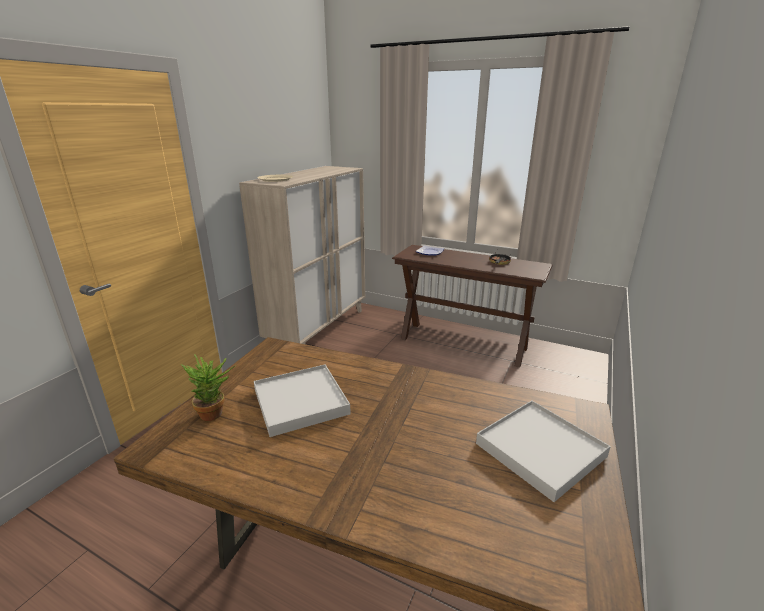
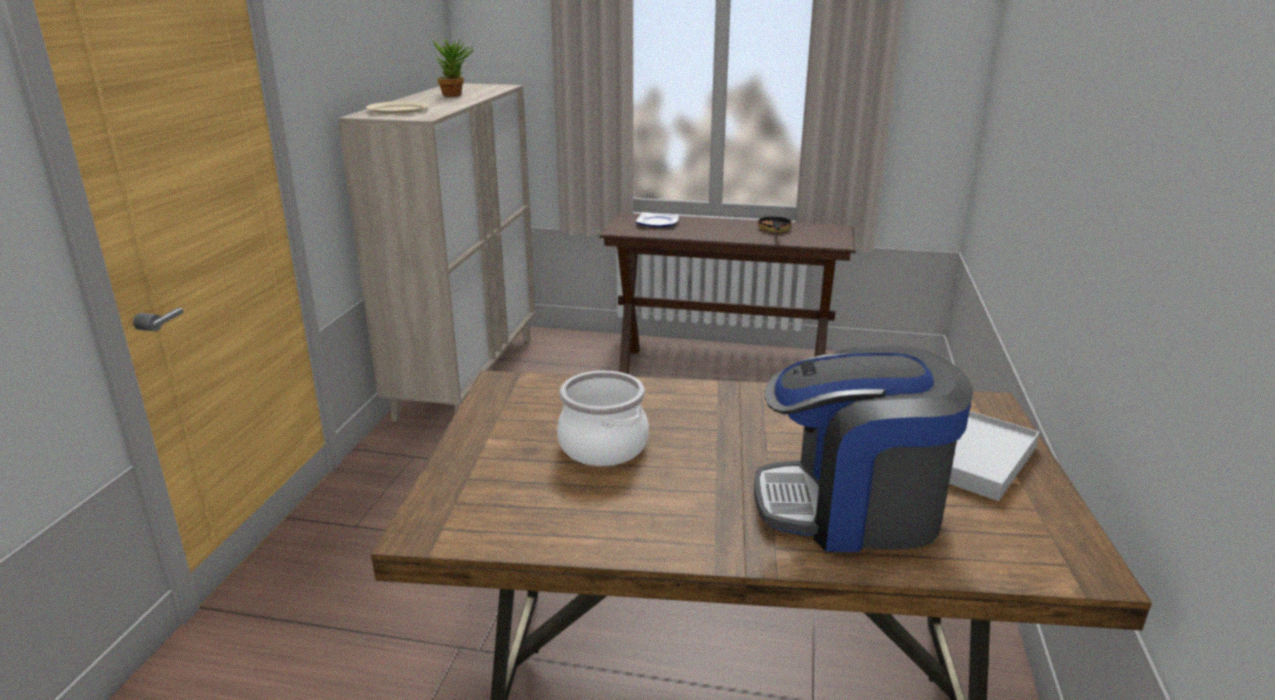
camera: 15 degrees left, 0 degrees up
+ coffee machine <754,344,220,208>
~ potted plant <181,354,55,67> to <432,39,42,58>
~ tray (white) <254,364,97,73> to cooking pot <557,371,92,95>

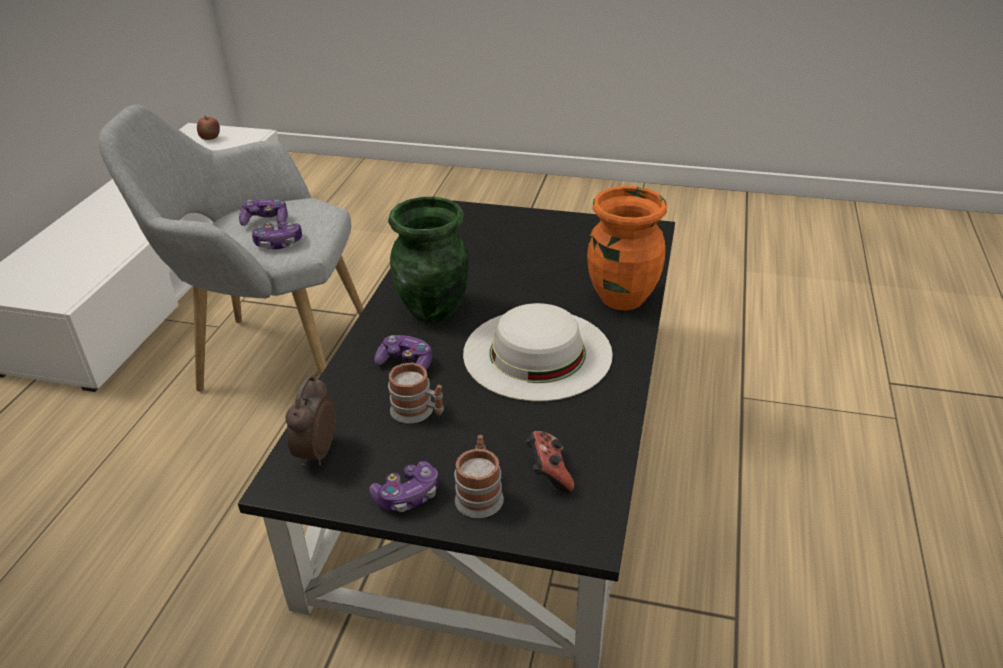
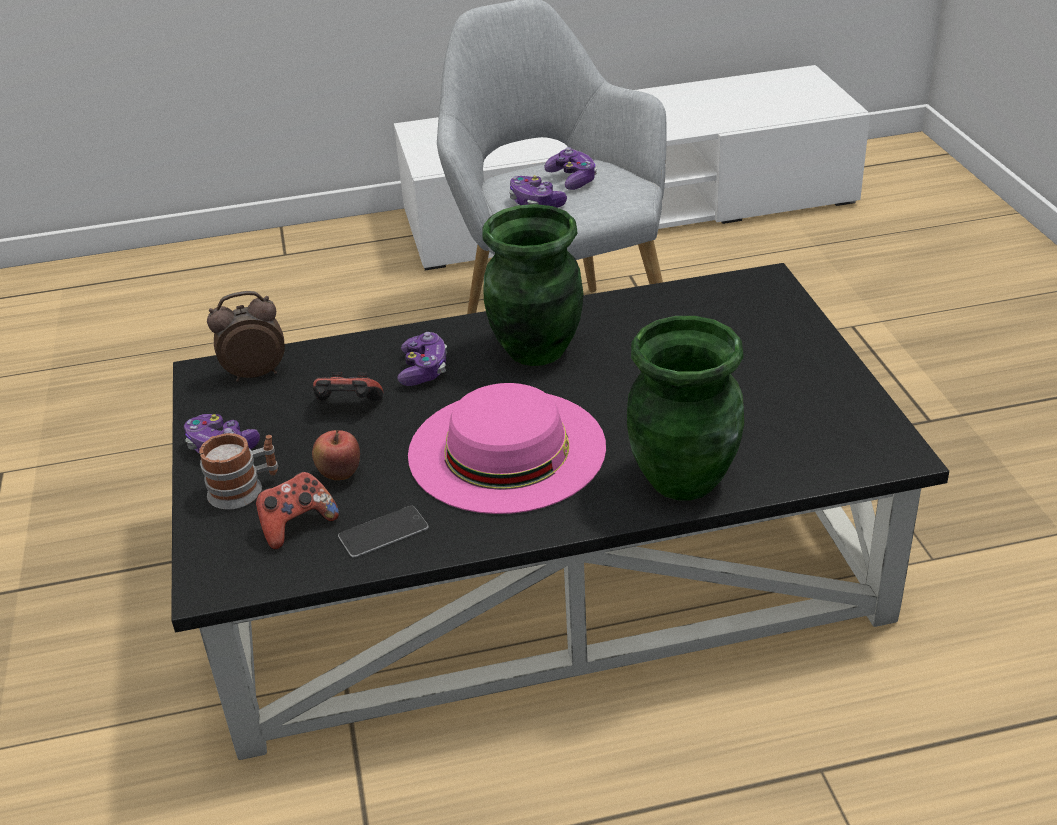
camera: 65 degrees right, 0 degrees up
+ phone <338,506,91,52>
~ apple <197,116,23,24> to <312,430,48,50>
~ mug <388,362,56,62> to game controller <313,372,70,29>
~ hat (white) <463,303,150,98> to hat (pink) <408,383,198,131>
~ vase (orange) <587,186,80,124> to vase (green) <627,316,117,184>

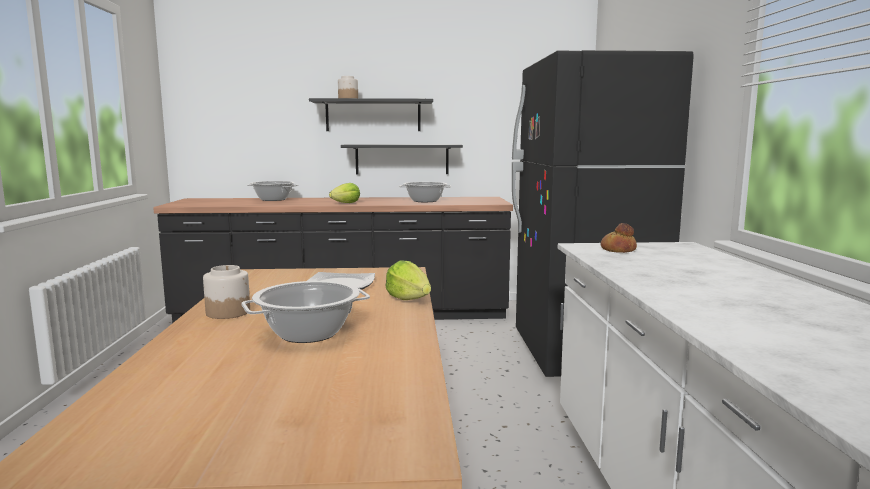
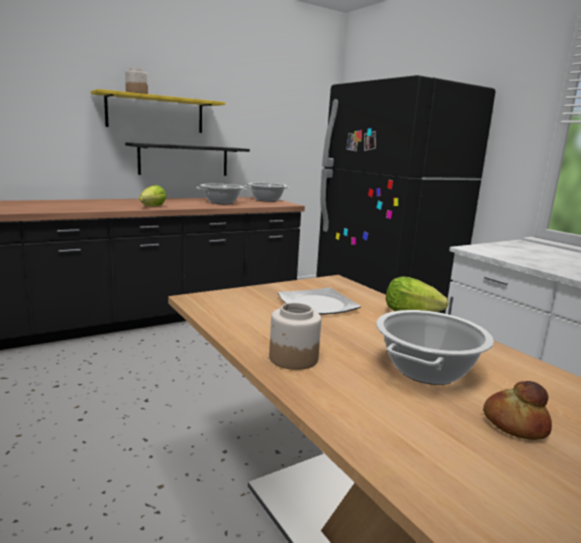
camera: 30 degrees left, 5 degrees up
~ cooking pot <247,181,52,20> to <244,183,47,19>
~ bread <601,223,36,30> to <483,381,69,59>
~ shelf (black) <309,98,124,33> to shelf (yellow) <91,89,134,44>

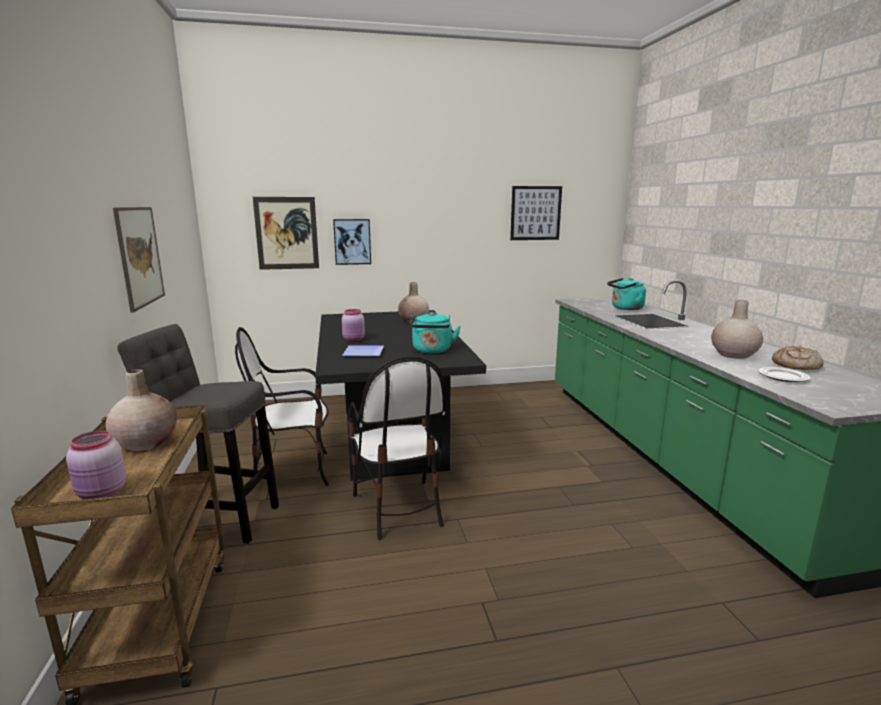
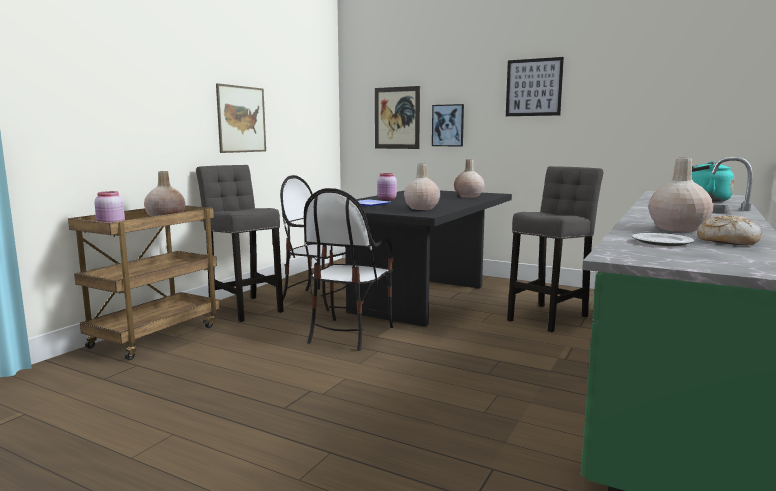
camera: 40 degrees right, 5 degrees down
+ stool (grey) <507,166,96,166>
~ picture <510,186,52,54> to <506,57,58,59>
~ kettle (turquoise) <410,312,51,41> to vase (beige) <404,163,36,47>

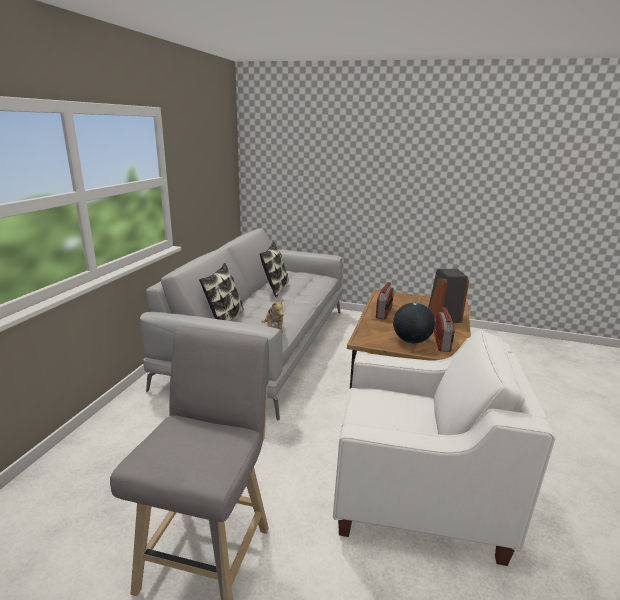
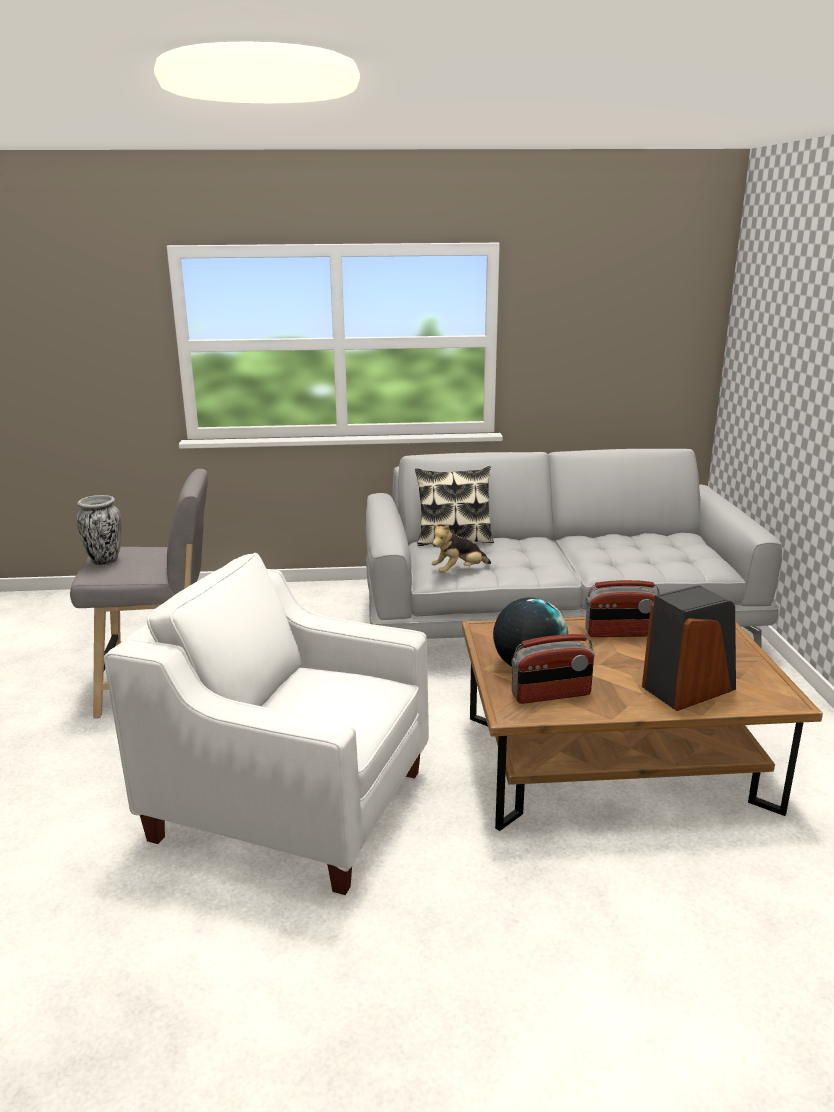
camera: 70 degrees right, 0 degrees up
- pillow <260,242,29,55>
+ vase <76,495,45,70>
~ armchair (white) <333,329,222,237> = <104,553,325,342> 120 degrees clockwise

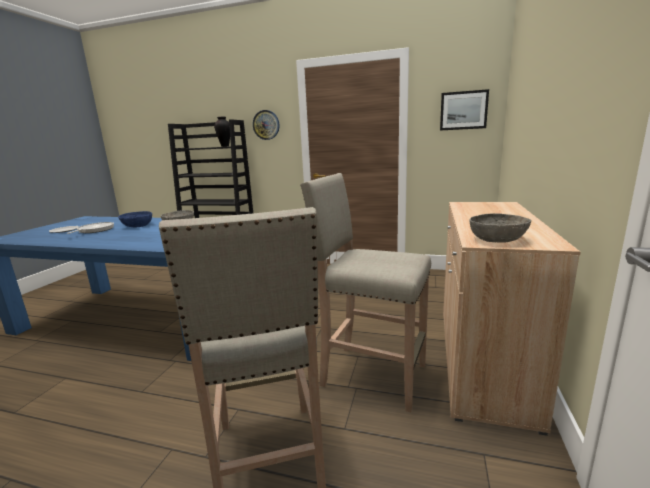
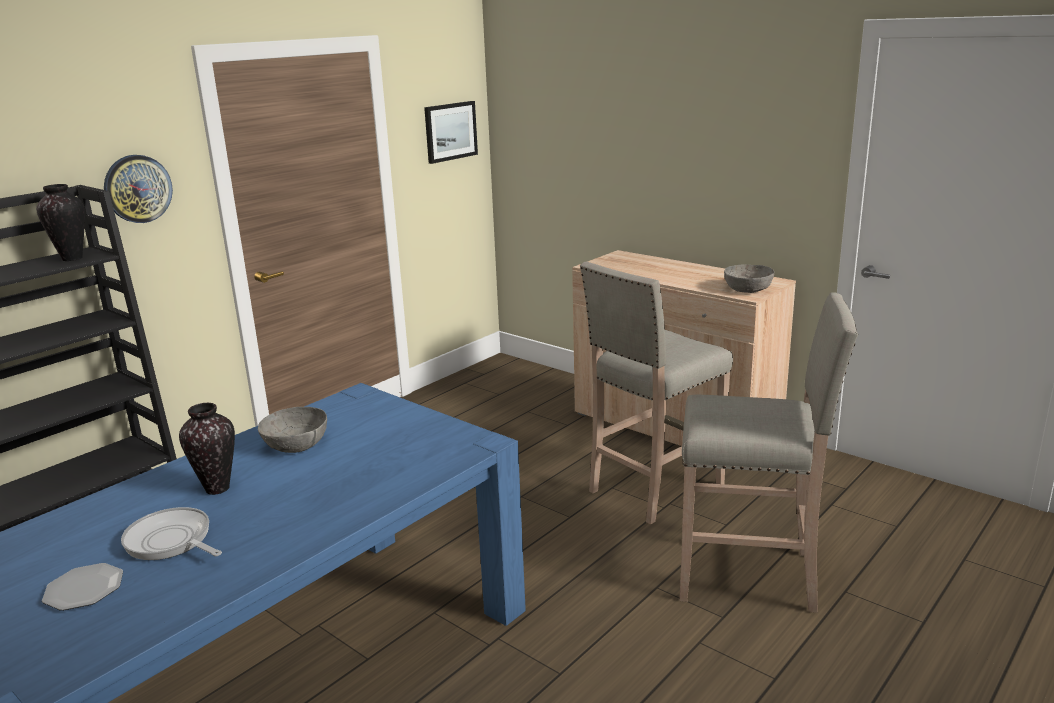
camera: 65 degrees left, 5 degrees up
~ bowl (blue) <118,211,34,17> to vase <179,403,56,92>

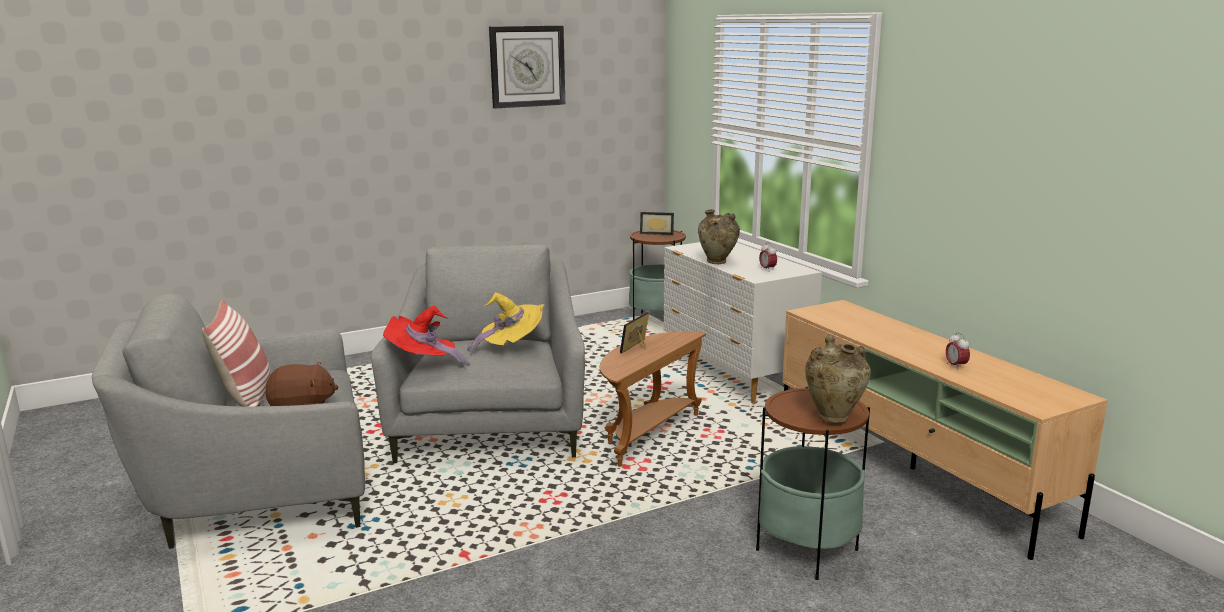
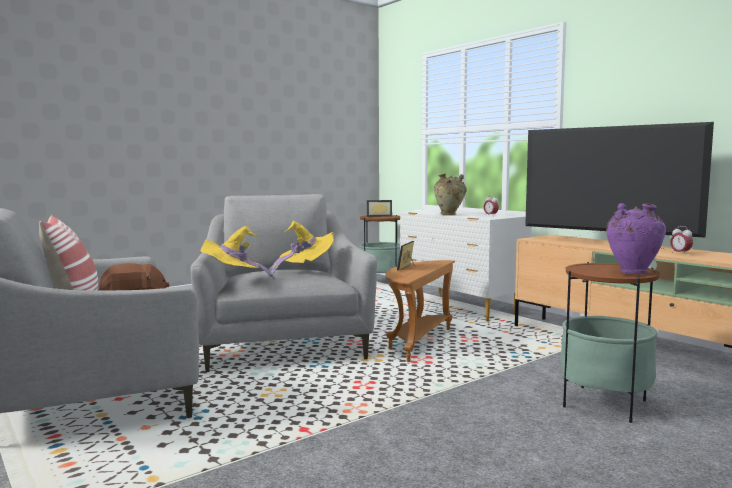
camera: 10 degrees left, 10 degrees down
- wall clock <489,26,76,82>
+ television <525,122,189,127>
~ hat (red) <383,305,87,64> to hat (yellow) <200,226,76,54>
~ vase (beige) <805,334,66,89> to vase (purple) <606,203,60,71>

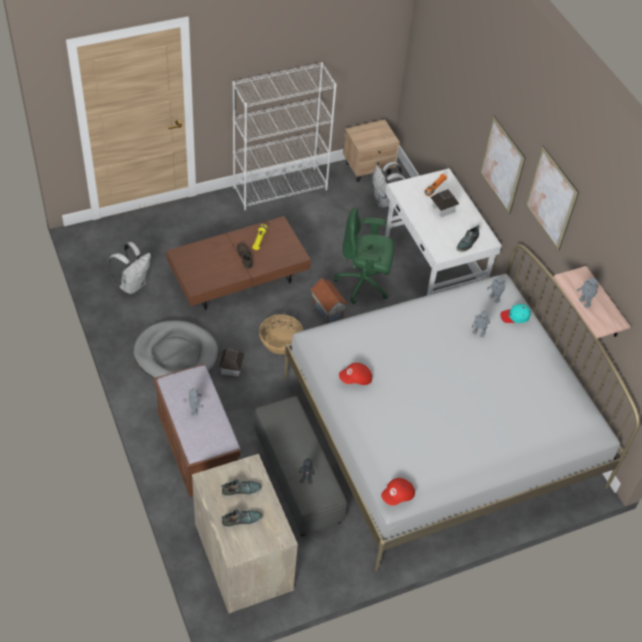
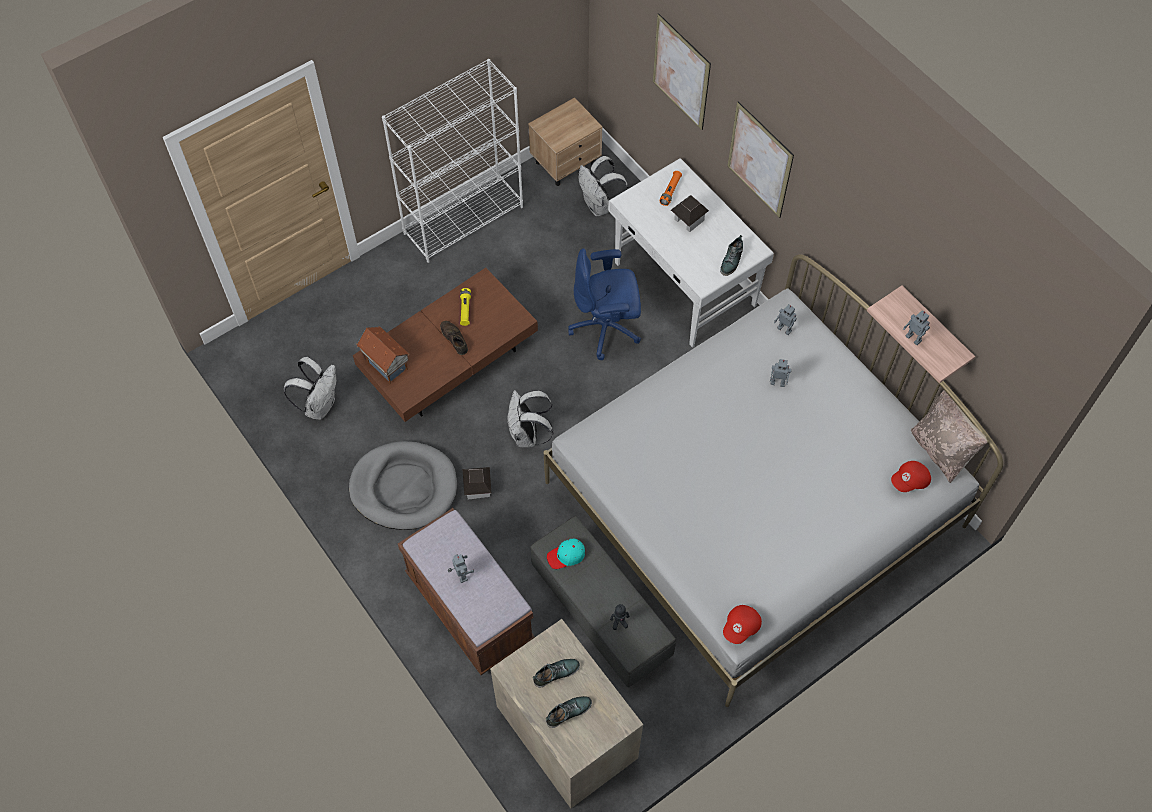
camera: 10 degrees left, 10 degrees up
+ pillow (beige) <911,390,76,93>
~ toy house <311,278,37,46> to <356,326,54,58>
~ cap (red) <339,363,33,22> to <891,461,40,31>
~ cap (turquoise) <500,304,31,19> to <547,539,38,30>
~ picture <525,146,54,105> to <653,13,58,117>
~ basket <259,314,45,40> to backpack (white) <507,390,46,58>
~ office chair (green) <334,207,60,97> to office chair (blue) <568,248,73,112>

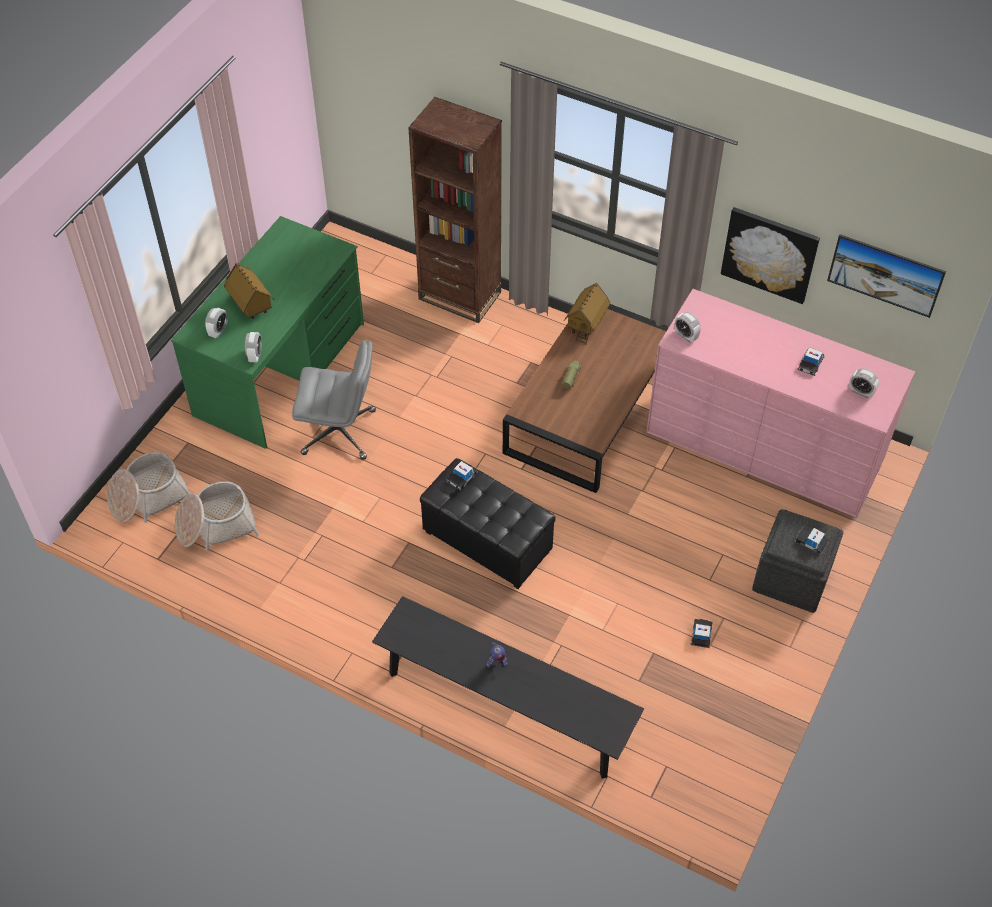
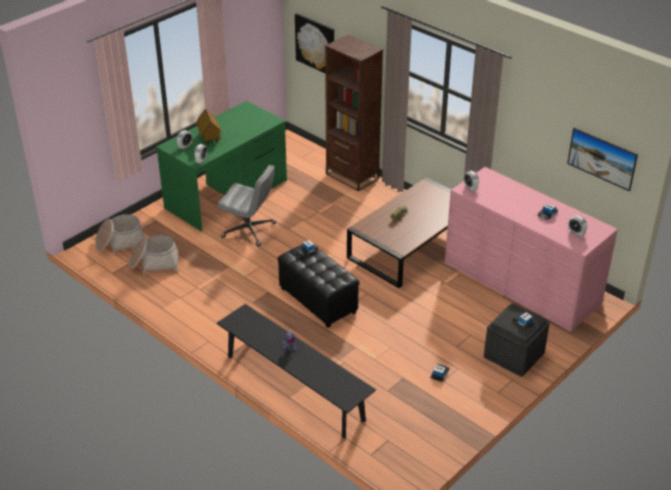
camera: 15 degrees right, 15 degrees down
- toy house <564,283,46,62>
~ picture <721,207,99,97> to <295,13,39,60>

